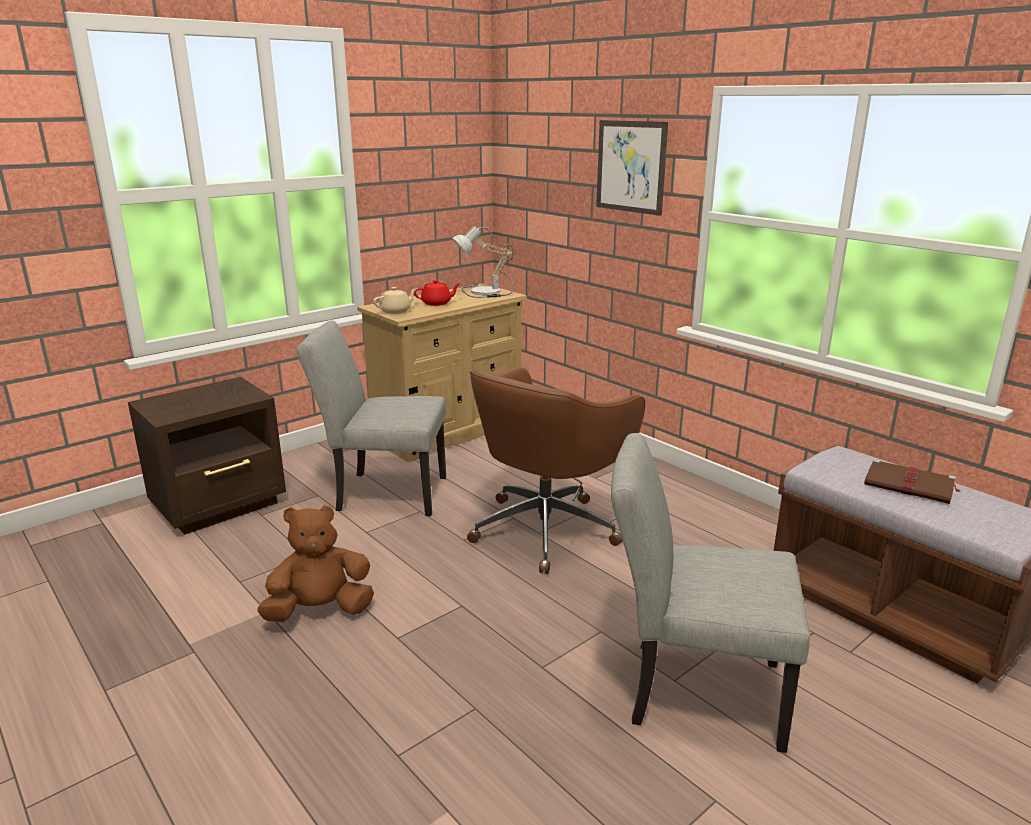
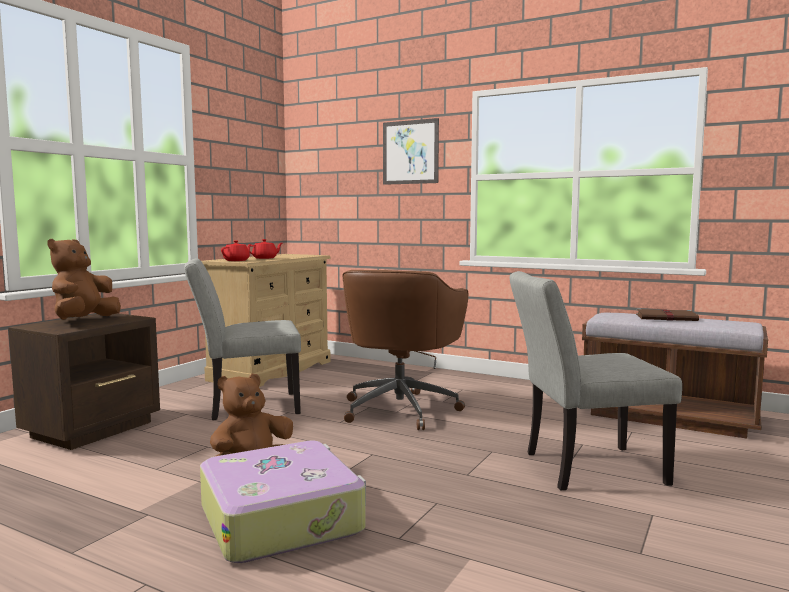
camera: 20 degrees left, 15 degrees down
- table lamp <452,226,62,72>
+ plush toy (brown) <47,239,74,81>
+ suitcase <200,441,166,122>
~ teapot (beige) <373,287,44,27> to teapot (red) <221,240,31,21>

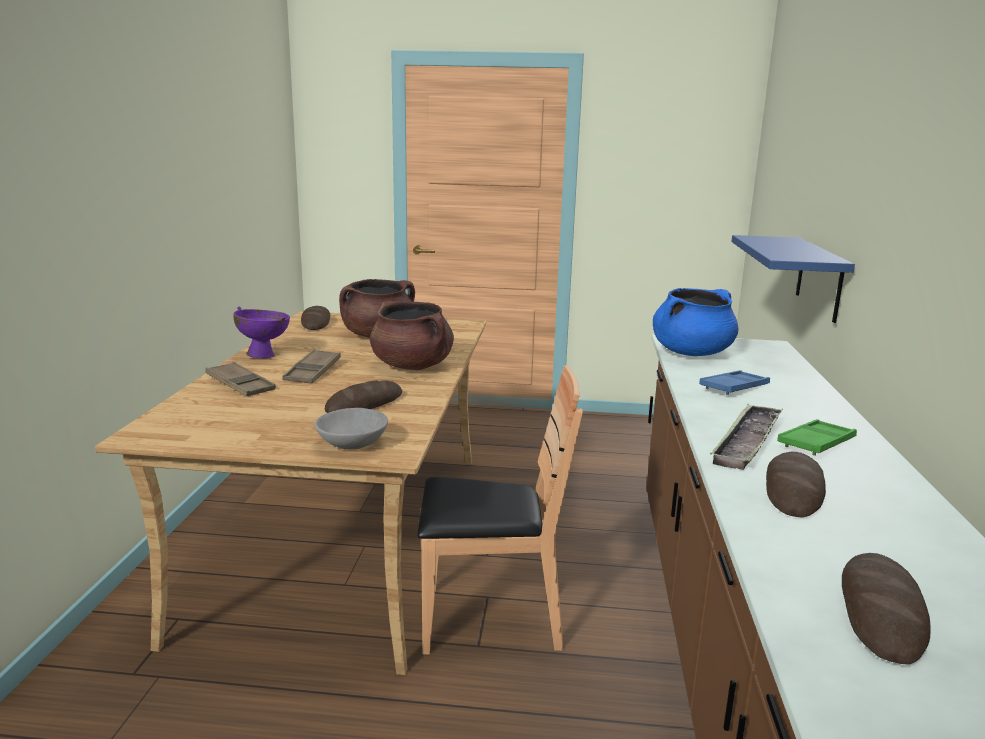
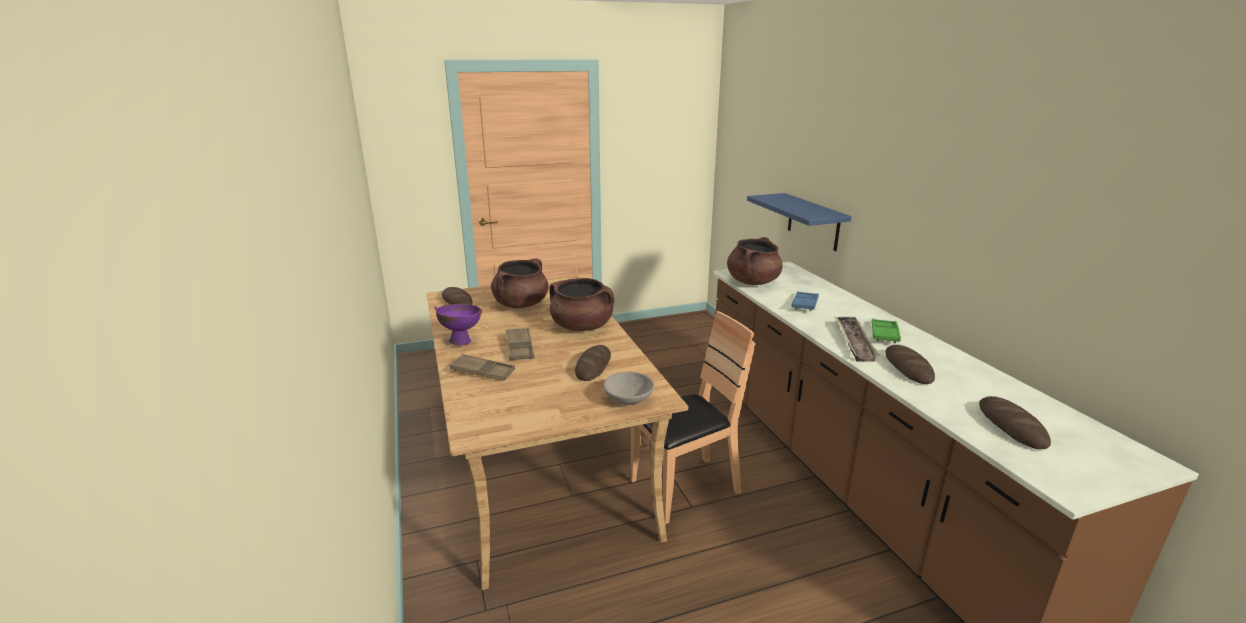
camera: 25 degrees left, 5 degrees up
~ cooking pot (blue) <653,288,85,68> to cooking pot (brown) <727,237,56,48>

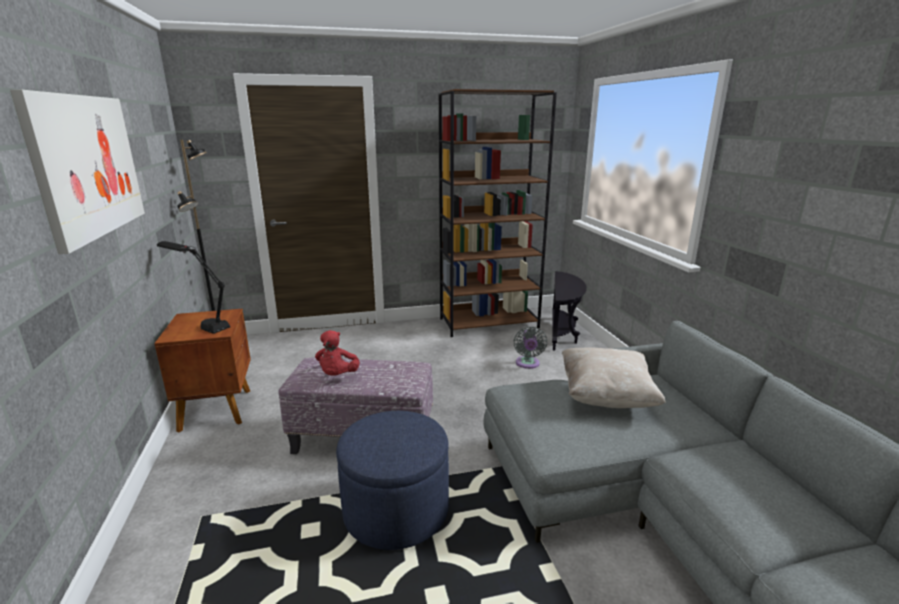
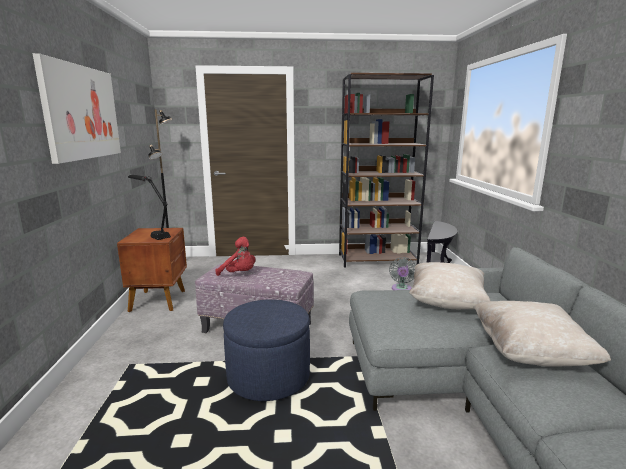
camera: 10 degrees right, 5 degrees down
+ pillow (beige) <473,301,138,66>
~ plush toy (red) <315,330,45,46> = <215,237,40,39> 75 degrees counterclockwise

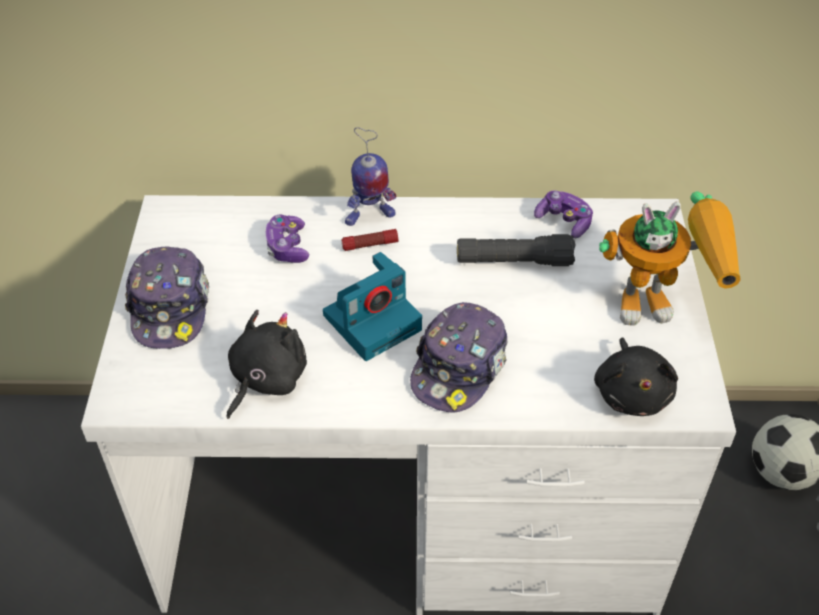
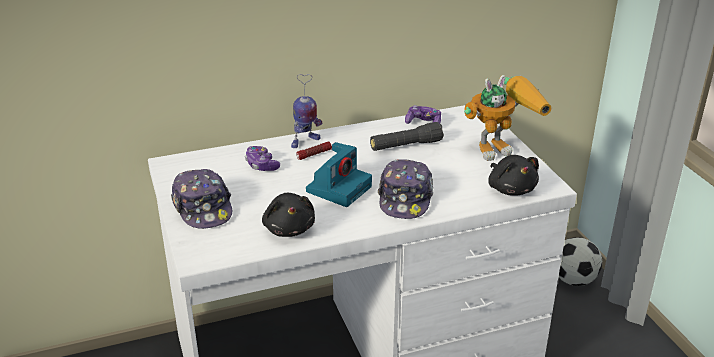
camera: 20 degrees left, 15 degrees down
~ plush toy (black) <226,310,81,109> = <262,193,53,44> 150 degrees clockwise

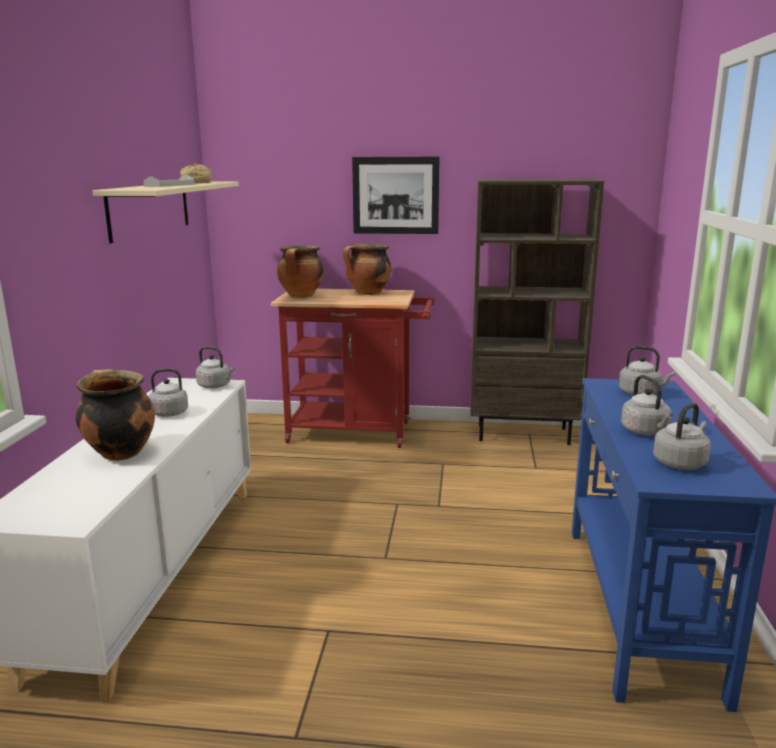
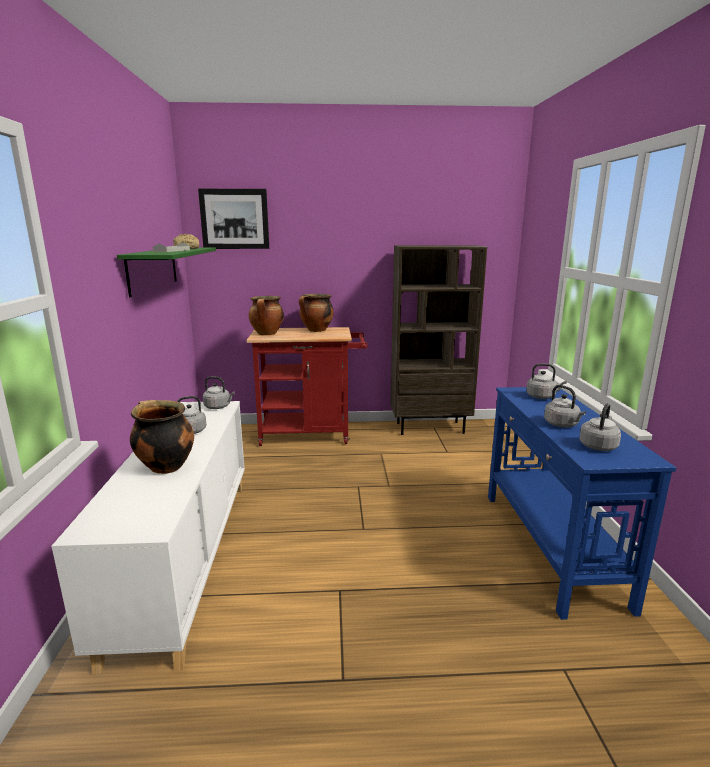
camera: 10 degrees left, 0 degrees up
~ picture <352,157,88,77> to <198,189,71,60>
~ shelf (beige) <92,182,147,61> to shelf (green) <117,247,99,50>

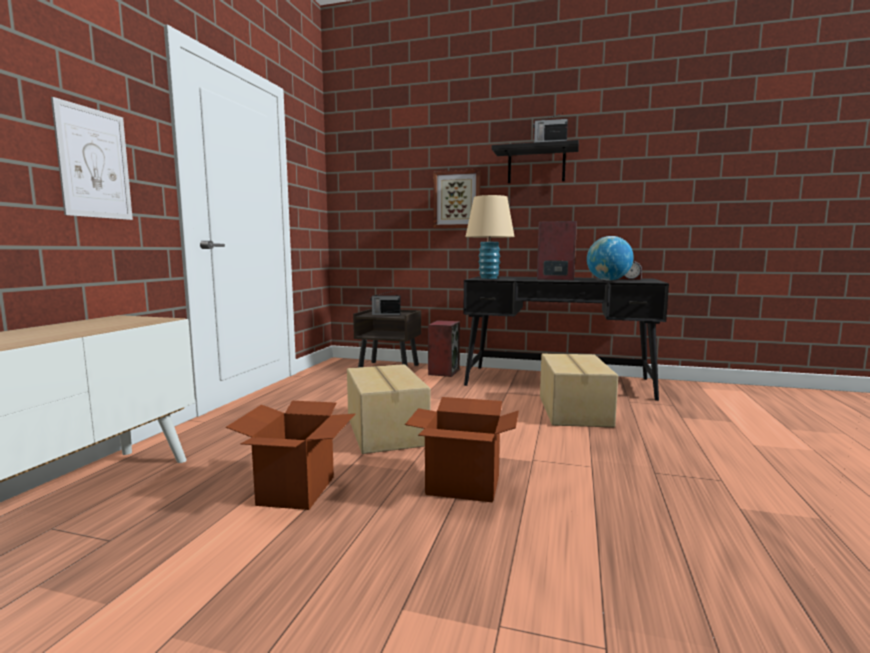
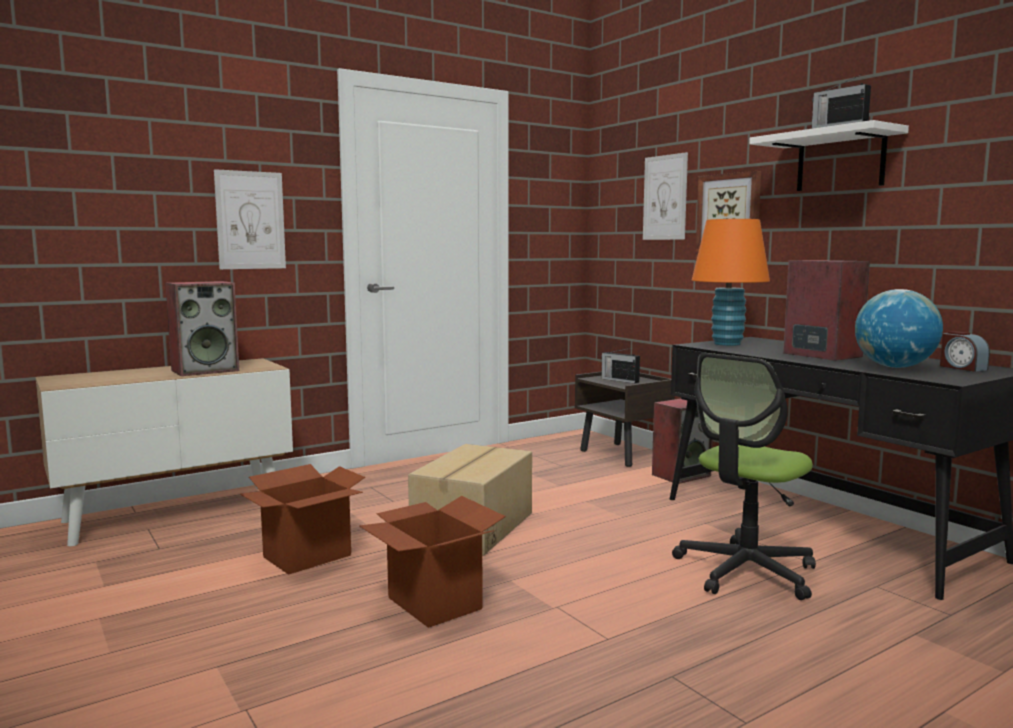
camera: 40 degrees right, 0 degrees up
+ speaker <165,281,74,95>
+ picture <643,152,45,88>
~ cardboard box <540,354,78,73> to office chair <672,353,144,247>
~ table lamp (beige) <465,195,50,84> to table lamp (orange) <692,219,78,127>
~ shelf (black) <492,140,87,43> to shelf (white) <749,120,160,71>

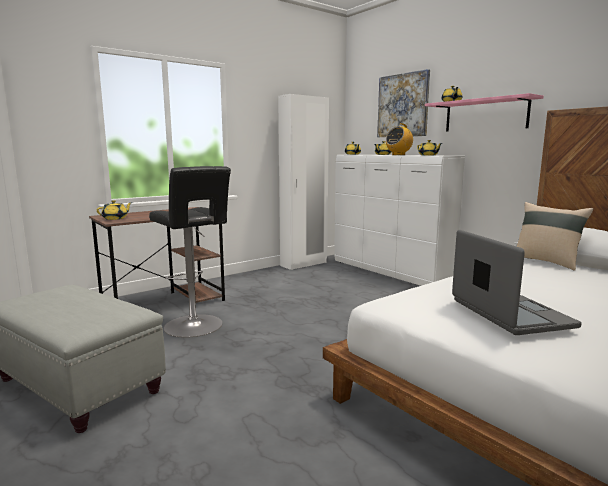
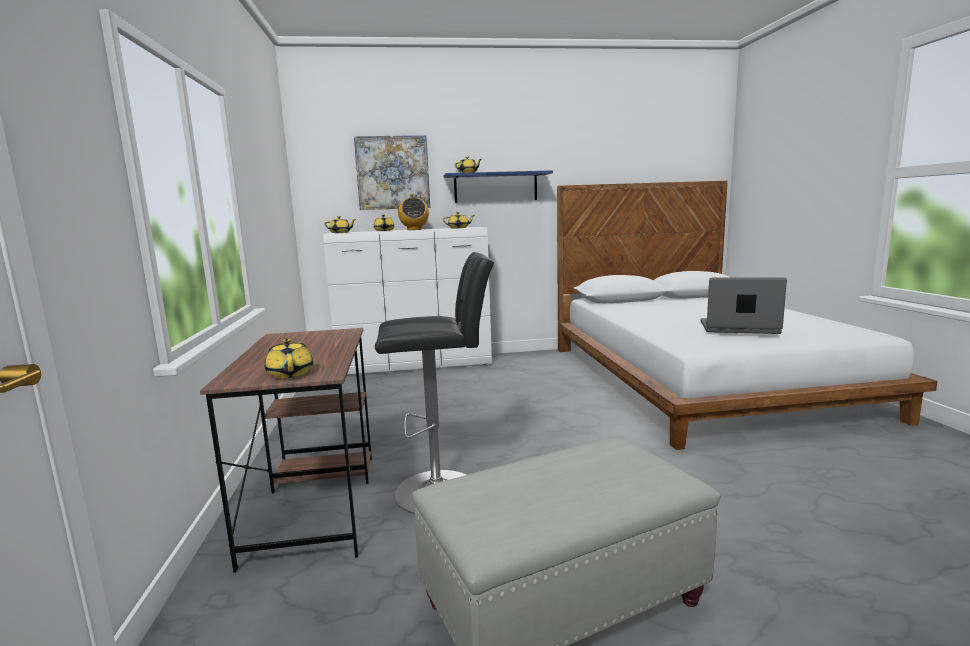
camera: 60 degrees left, 0 degrees up
- wardrobe (white) <278,94,51,176>
- pillow (beige) <516,202,77,69>
~ shelf (pink) <425,93,119,38> to shelf (blue) <444,170,109,33>

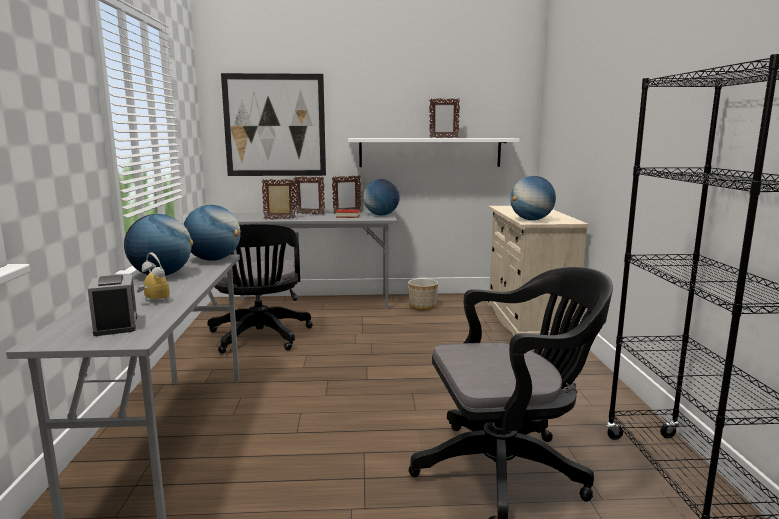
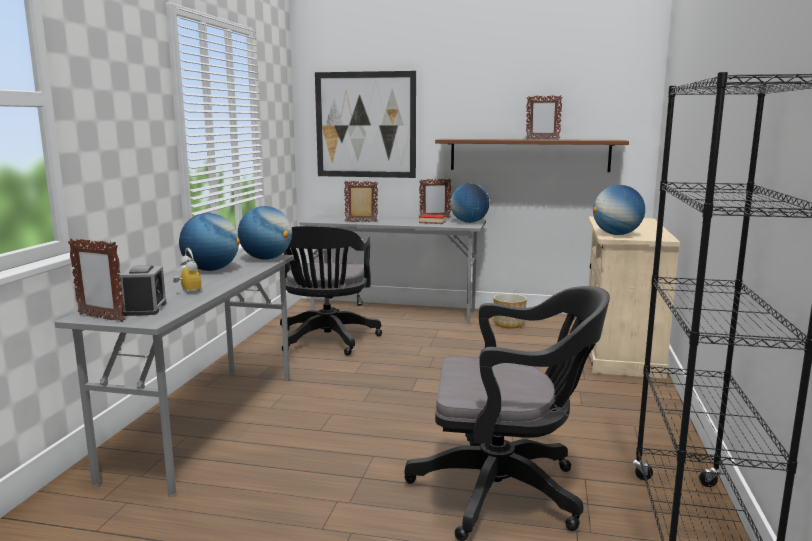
camera: 15 degrees right, 0 degrees up
~ picture frame <294,176,31,39> to <68,238,57,84>
~ shelf (white) <348,138,171,29> to shelf (brown) <435,139,194,33>

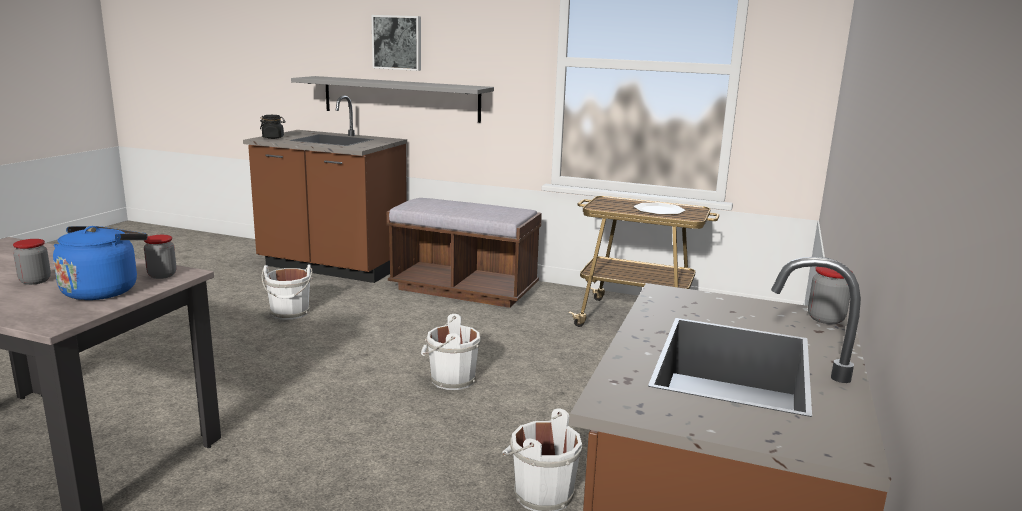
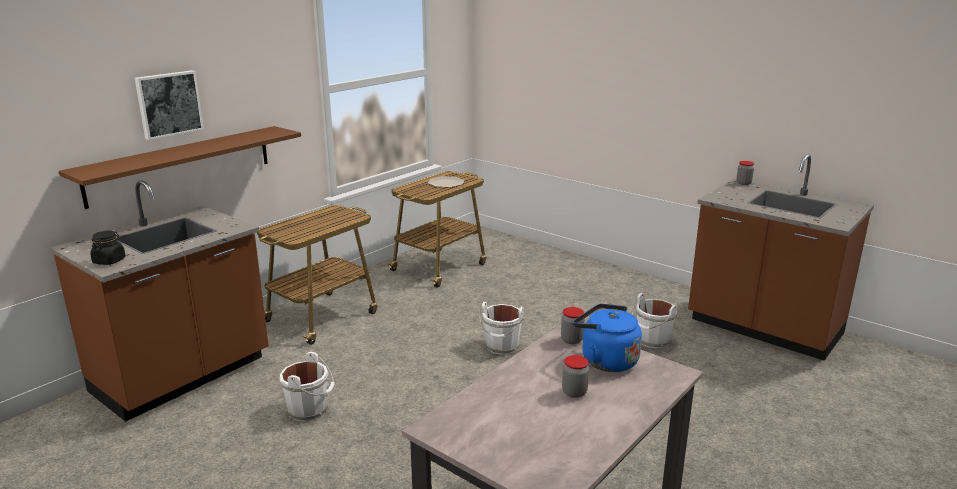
camera: 70 degrees left, 5 degrees up
~ bench (brown) <387,198,155,110> to cart <257,205,121,140>
~ shelf (grey) <291,76,203,47> to shelf (brown) <59,126,242,83>

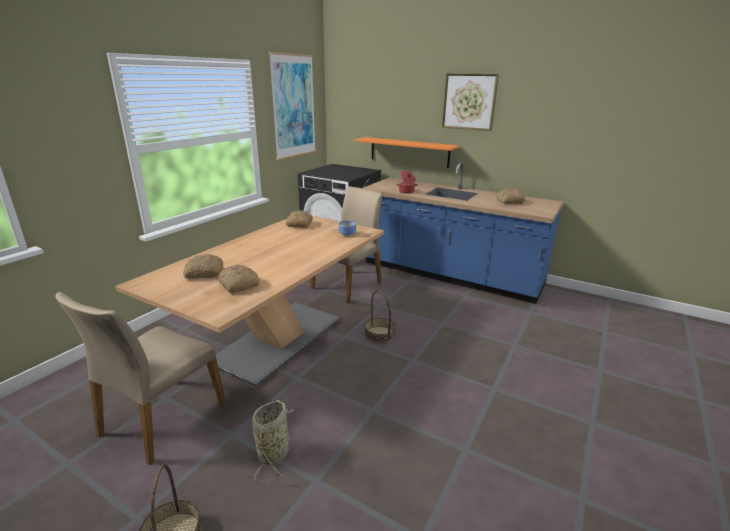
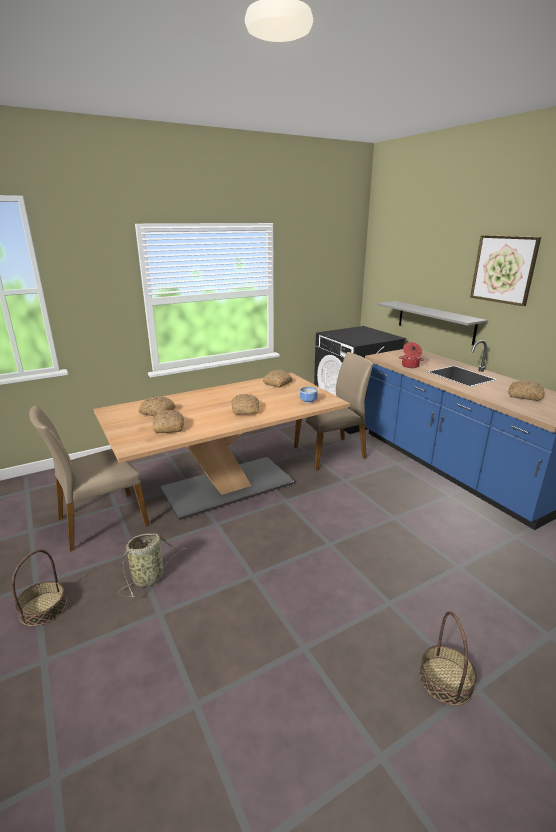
camera: 30 degrees right, 0 degrees up
- picture <269,52,47,108>
+ bread <231,394,28,21>
~ basket <364,290,32,54> to <419,611,58,95>
~ shelf (orange) <354,137,105,31> to shelf (grey) <378,301,110,44>

